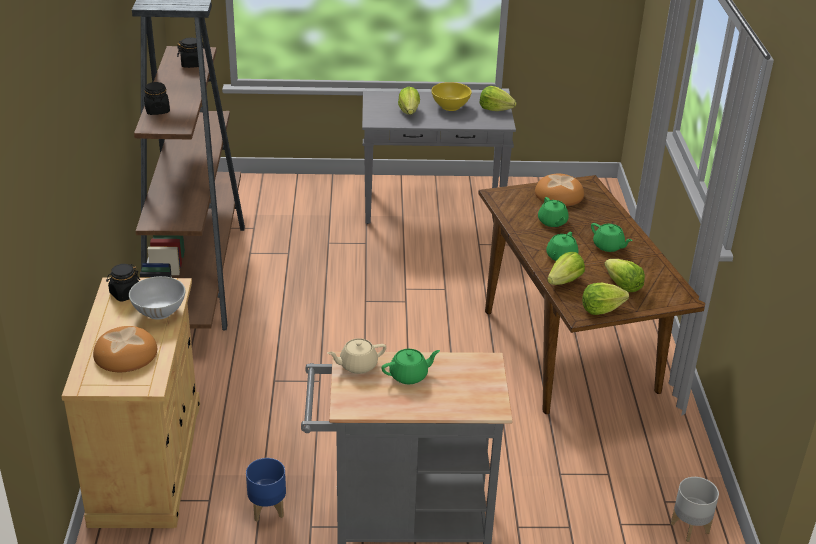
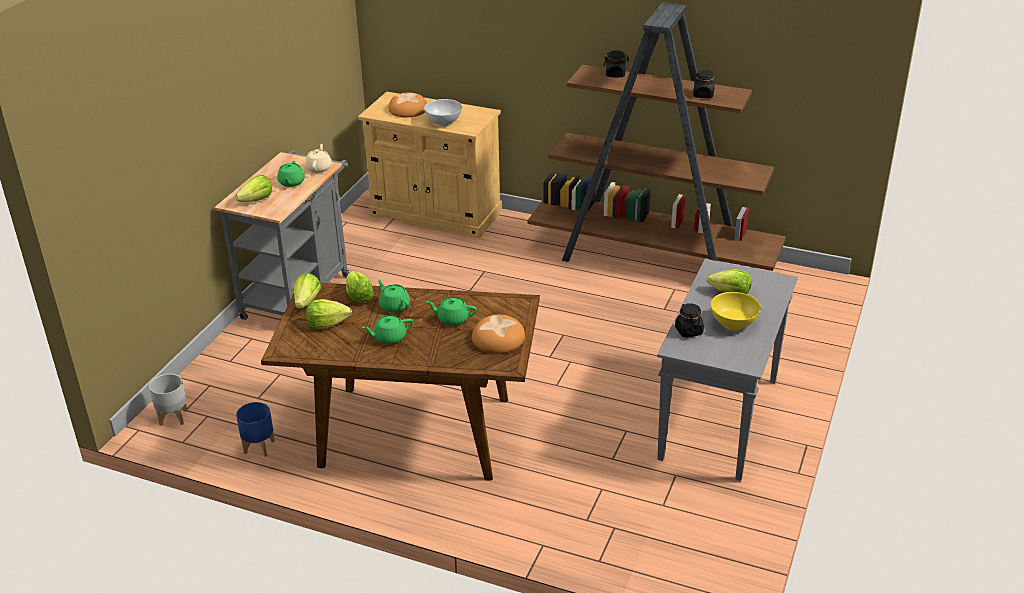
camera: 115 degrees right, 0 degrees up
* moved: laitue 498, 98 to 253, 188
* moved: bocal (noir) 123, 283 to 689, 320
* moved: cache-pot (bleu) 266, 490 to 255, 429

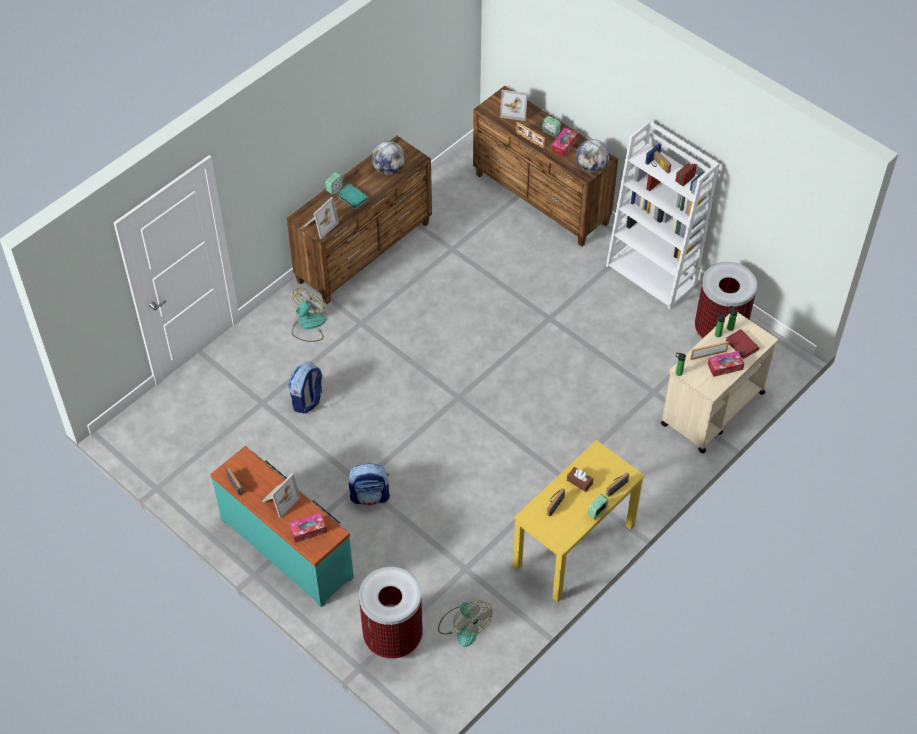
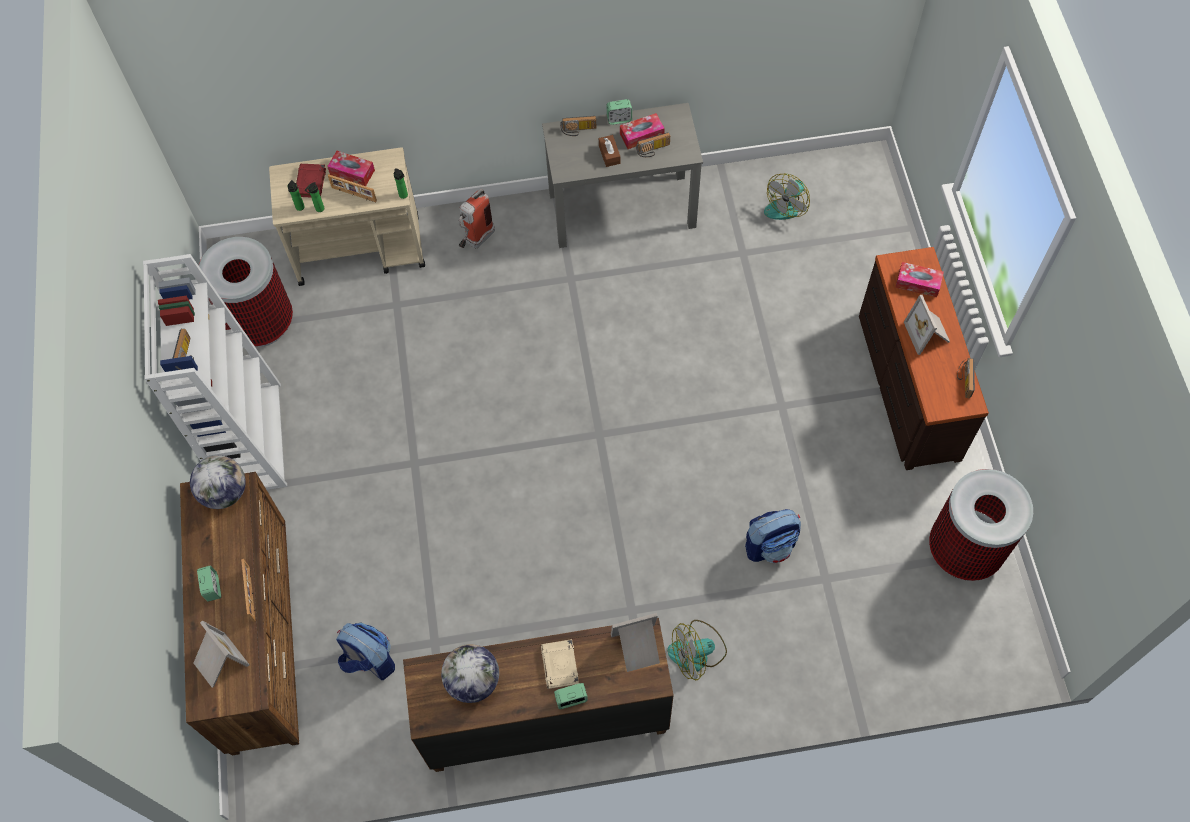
camera: 140 degrees left, 10 degrees up
* moved: boîte à mouchoirs 564, 142 to 642, 131
* recoloured: livre (turquoise) 353, 196 to livre (beige) 560, 664
* recoloured: bureau (jaune) 579, 521 to bureau (gris) 622, 175
* recoloured: commode (turquoise) 282, 526 to commode (marron) 924, 358
* moved: sac à dos 369, 484 to 365, 651
* turned: cadre photo 281, 496 = 927, 325 90 degrees counterclockwise
* moved: poubelle 391, 613 to 981, 525
* turned: ventilateur 465, 624 = 787, 197 150 degrees counterclockwise
* added: extincteur 476, 218

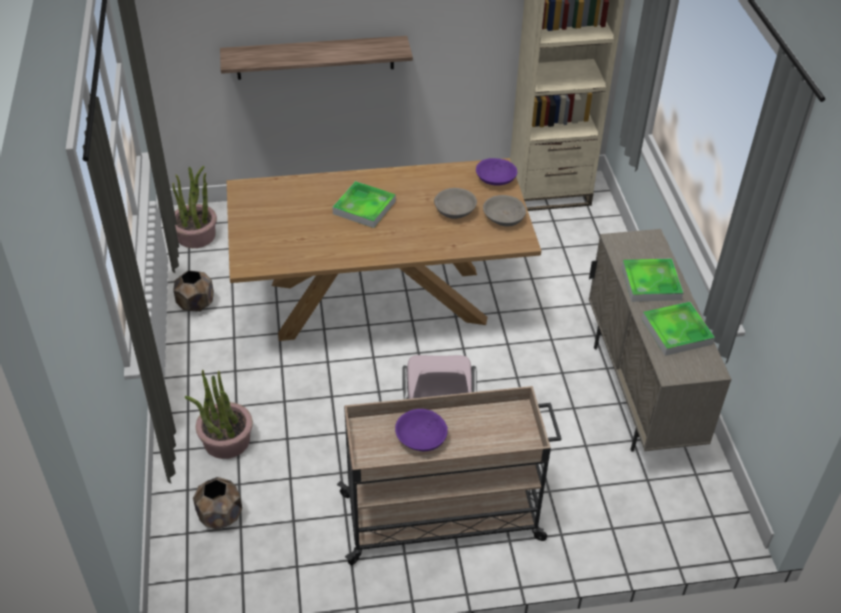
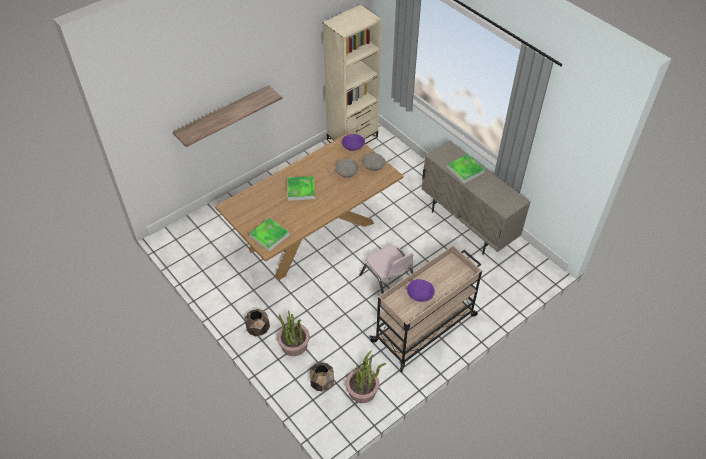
camera: 30 degrees left, 5 degrees up
* moved: plante en pot 194, 207 to 365, 376
* moved: cache-pot (marron) 193, 291 to 257, 322
* moved: plateau 678, 329 to 269, 235

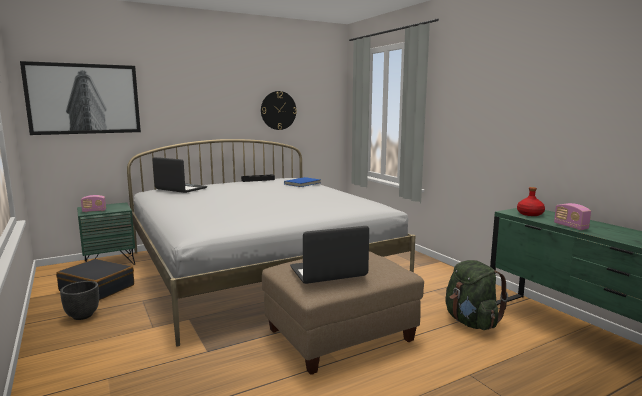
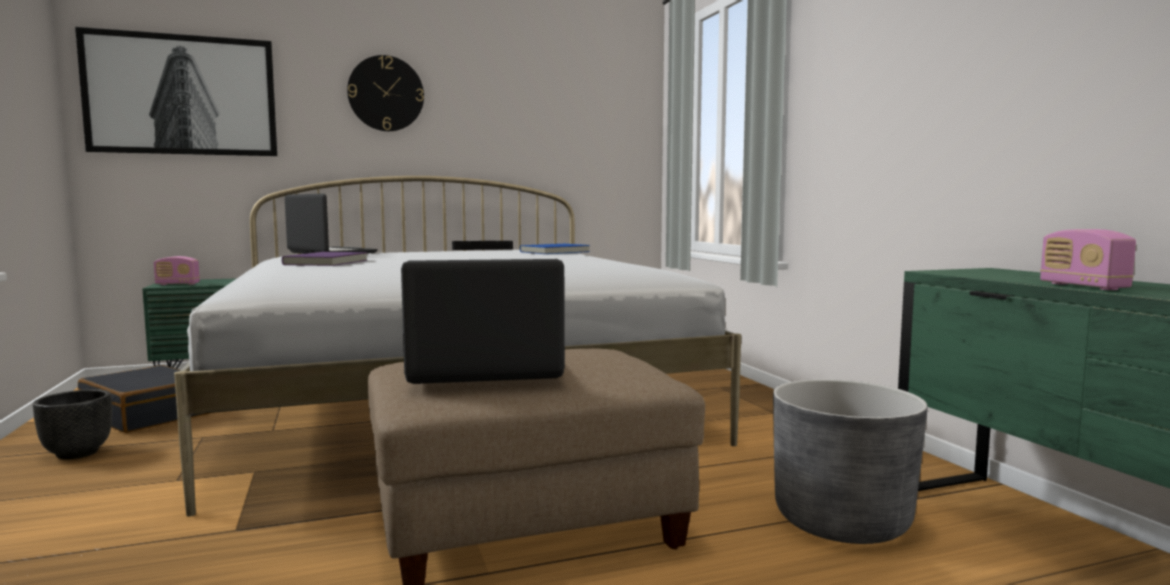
camera: 10 degrees right, 5 degrees down
* moved: horloge murale 279, 110 to 385, 93
* removed: bouteille (rouge) 531, 201
* replaced: sac à dos (vert) 476, 295 to cache-pot (gris) 850, 461
* added: livre (violet) 324, 259

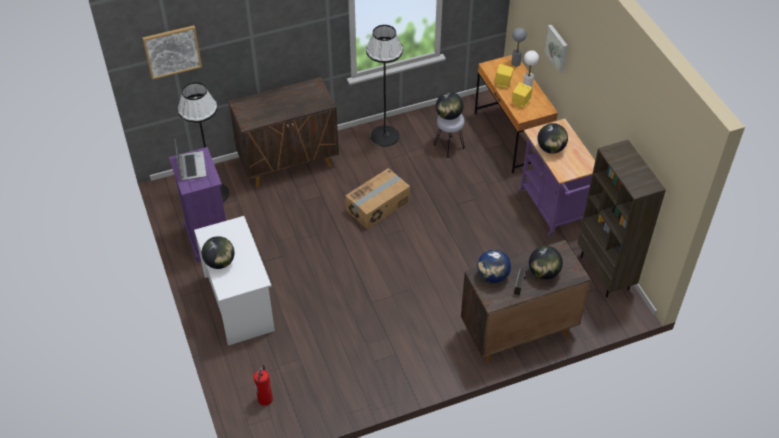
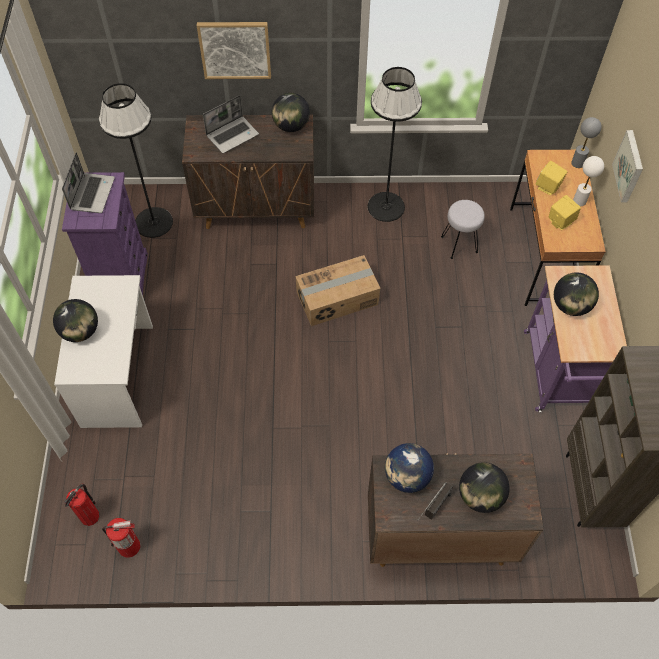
camera: 20 degrees right, 10 degrees up
* moved: tableau 172, 52 to 234, 50
* moved: globe 449, 106 to 291, 112
* added: ordinateur portable 231, 124
* added: extincteur 121, 538

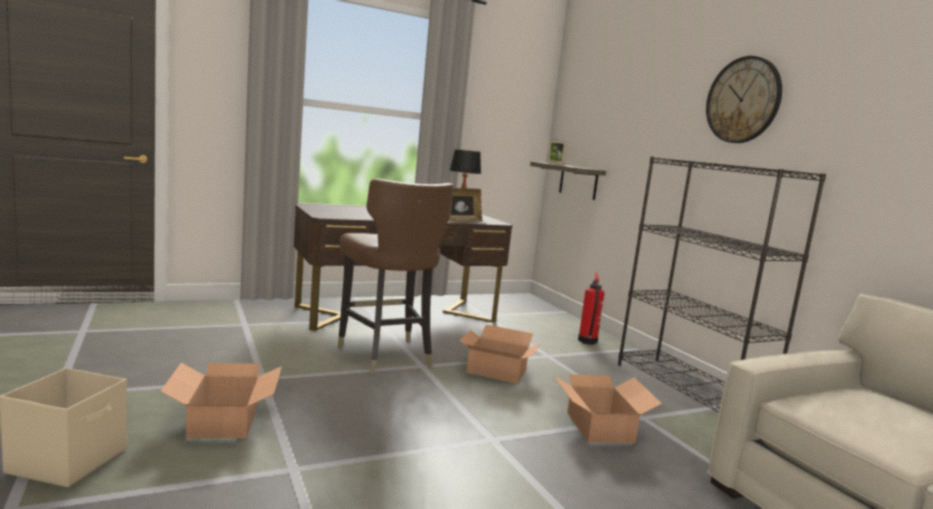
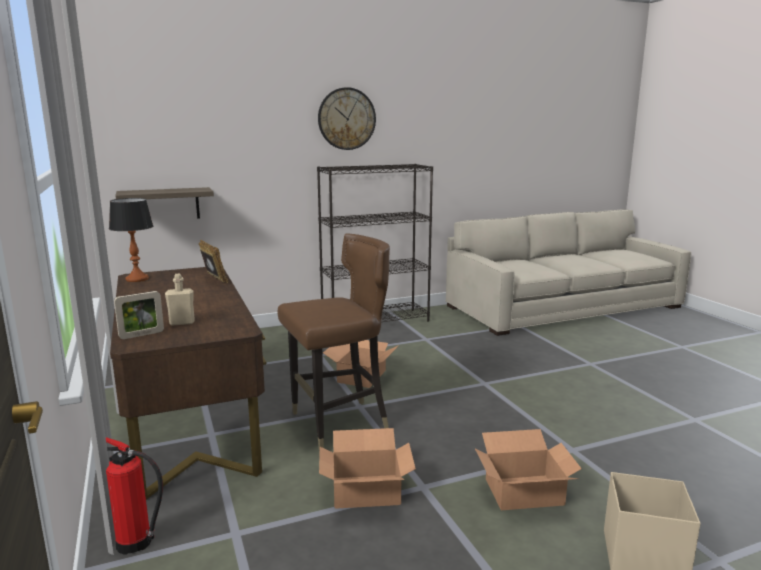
camera: 85 degrees left, 5 degrees up
* moved: cadre photo 557, 152 to 139, 315
* moved: extincteur 591, 308 to 134, 496
* moved: carton 607, 408 to 367, 468
* added: bouteille (beige) 180, 300

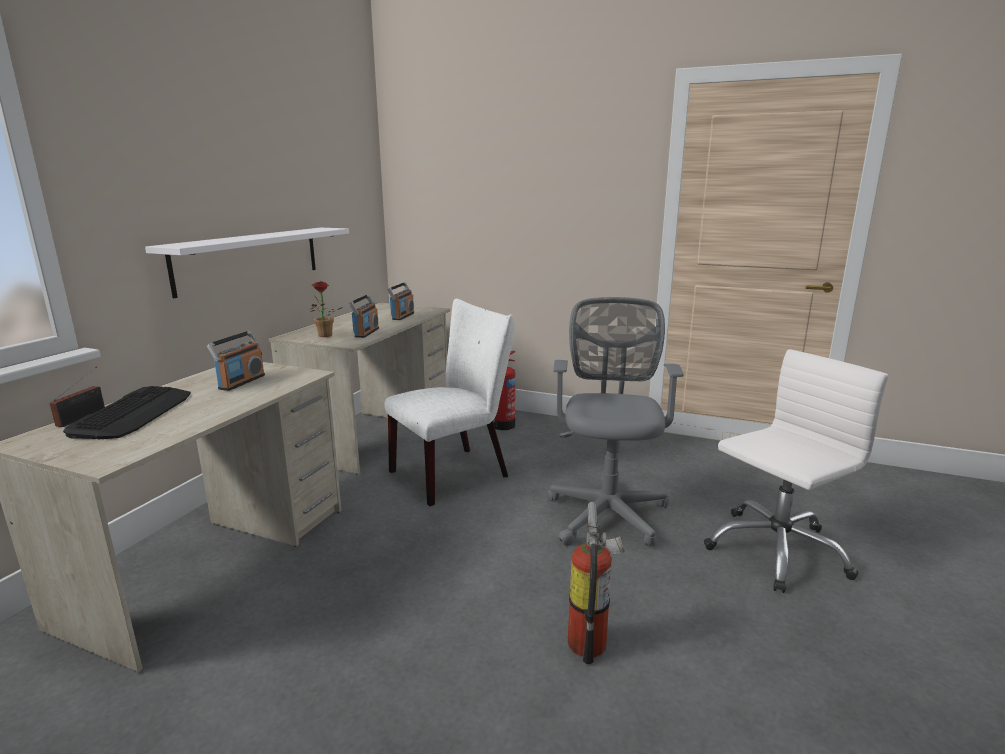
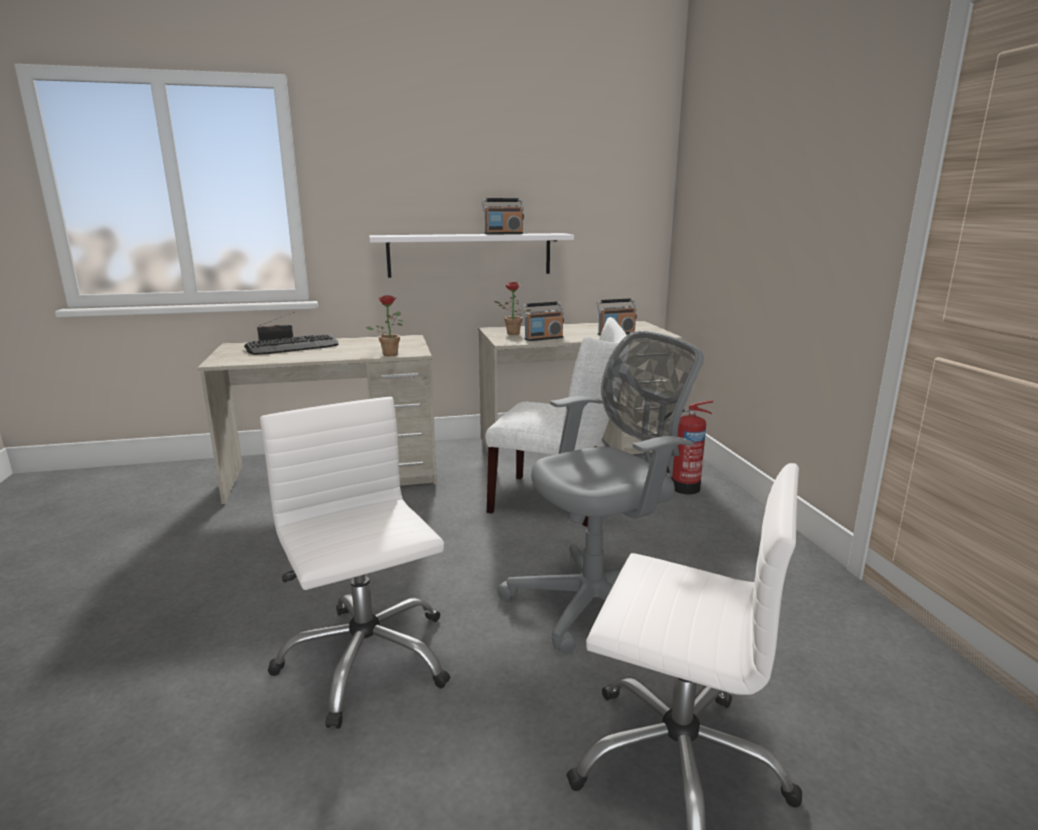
camera: 55 degrees right, 0 degrees up
* moved: radio 236, 361 to 503, 216
* replaced: extincteur 596, 583 to chaise de bureau (blanc) 355, 563
* added: plante en pot 385, 325

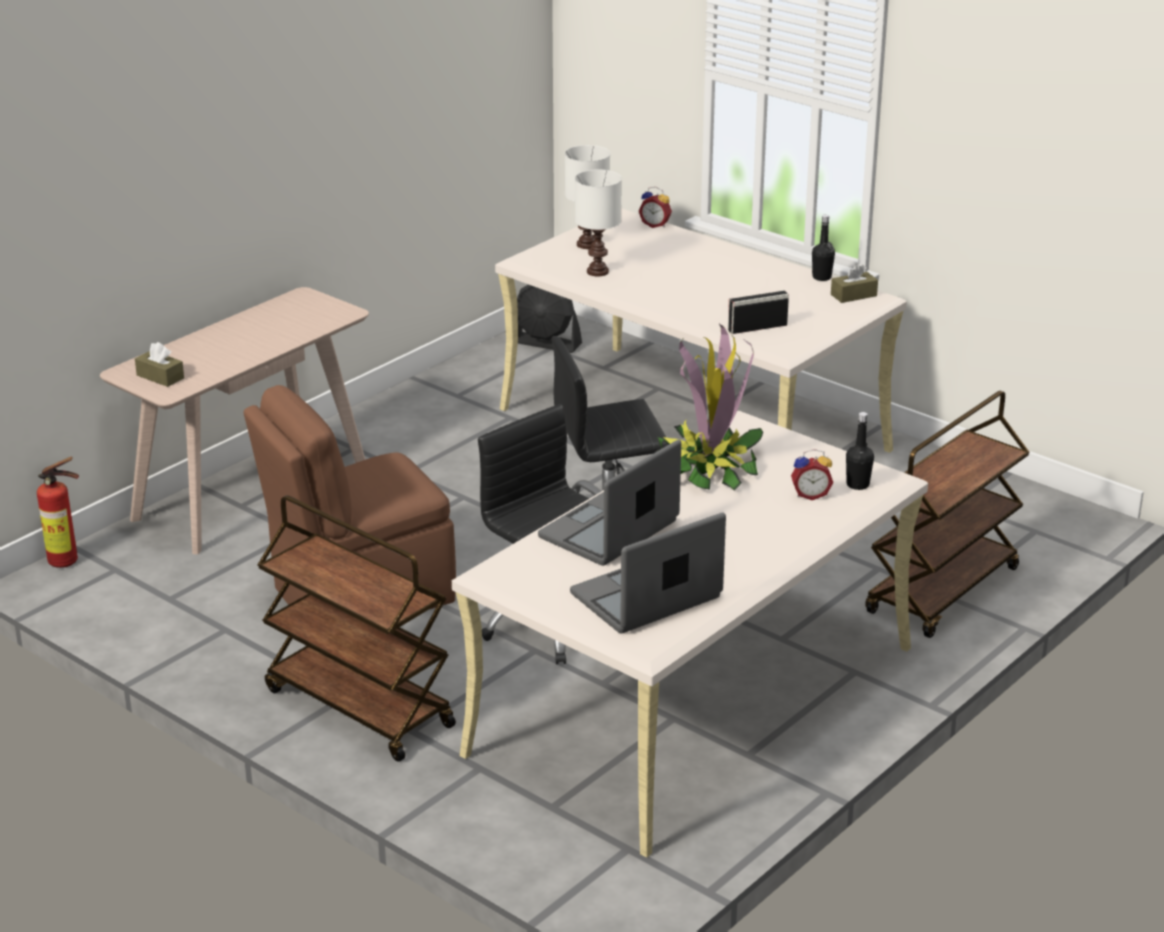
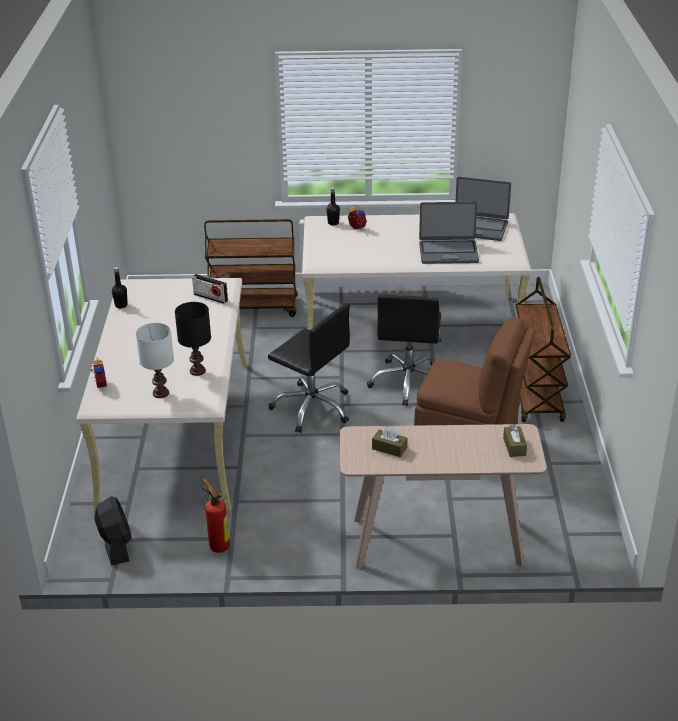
camera: 130 degrees left, 5 degrees up
* recoloured: lampe de table (blanc) 598, 222 to lampe de table (noir) 193, 339
* moved: boîte à mouchoirs (marron) 854, 283 to 389, 441
* removed: plante en pot 708, 407
* moved: extincteur 58, 512 to 216, 515

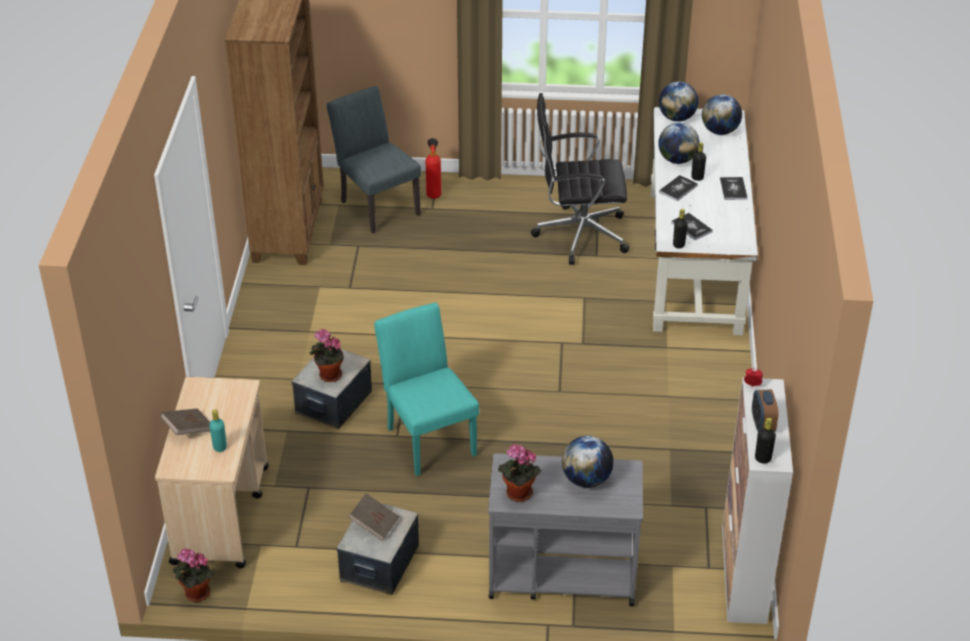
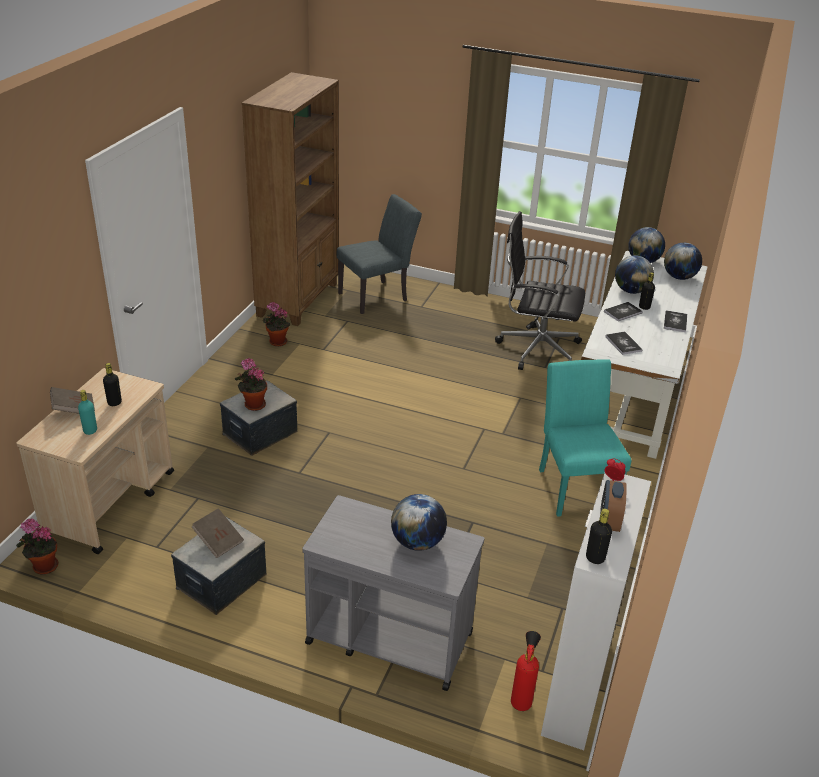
camera: 15 degrees right, 5 degrees down
* turned: chaise (gris) 374, 160 = 379, 254 75 degrees clockwise
* moved: extincteur 433, 168 to 526, 671
* moved: bouteille (noir) 680, 228 to 112, 384
* moved: chaise (turquoise) 426, 389 to 585, 438
* moved: plante en pot 519, 473 to 276, 324

